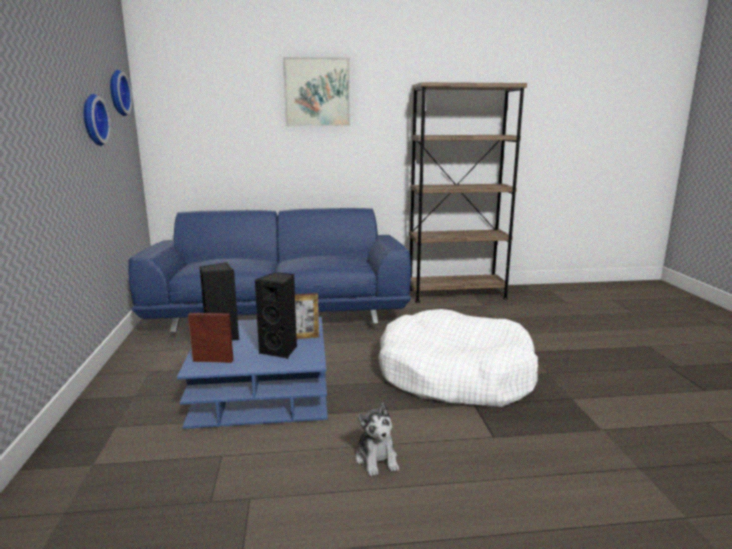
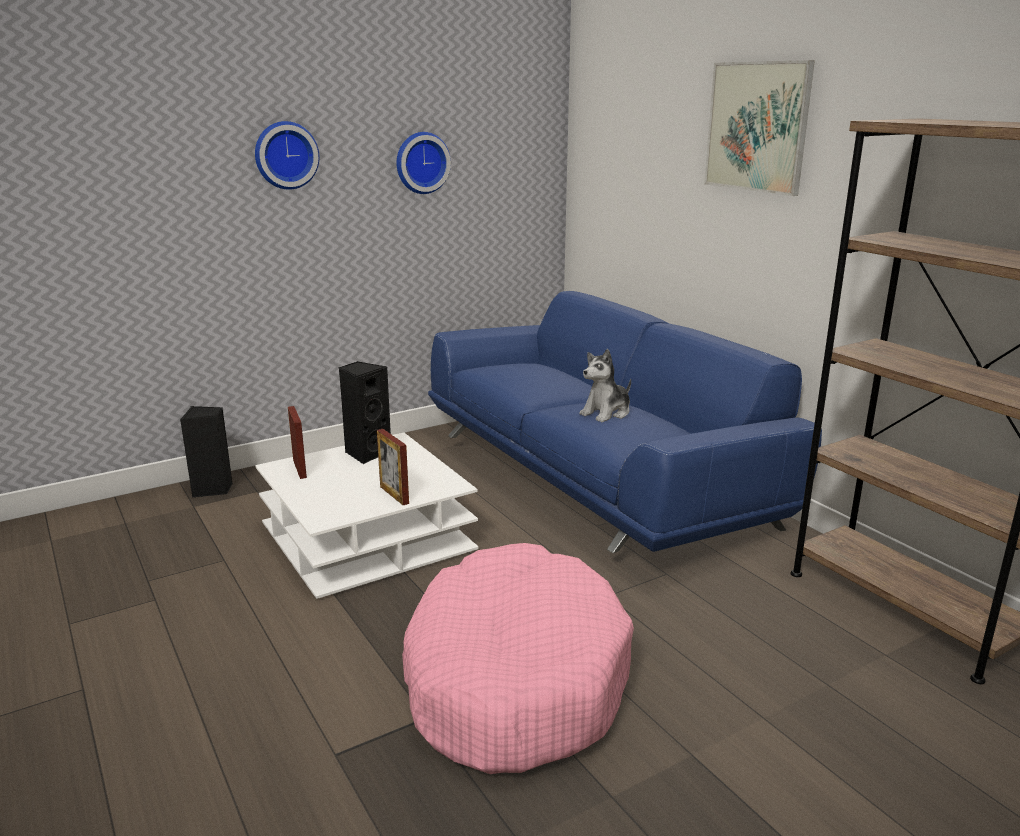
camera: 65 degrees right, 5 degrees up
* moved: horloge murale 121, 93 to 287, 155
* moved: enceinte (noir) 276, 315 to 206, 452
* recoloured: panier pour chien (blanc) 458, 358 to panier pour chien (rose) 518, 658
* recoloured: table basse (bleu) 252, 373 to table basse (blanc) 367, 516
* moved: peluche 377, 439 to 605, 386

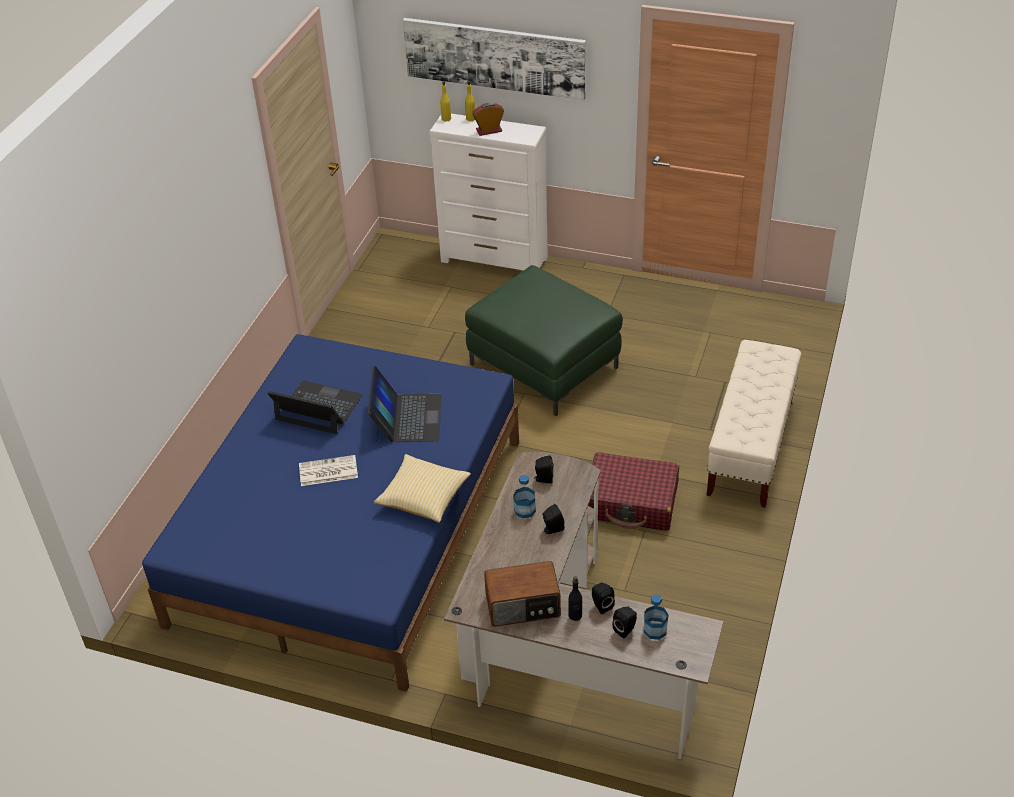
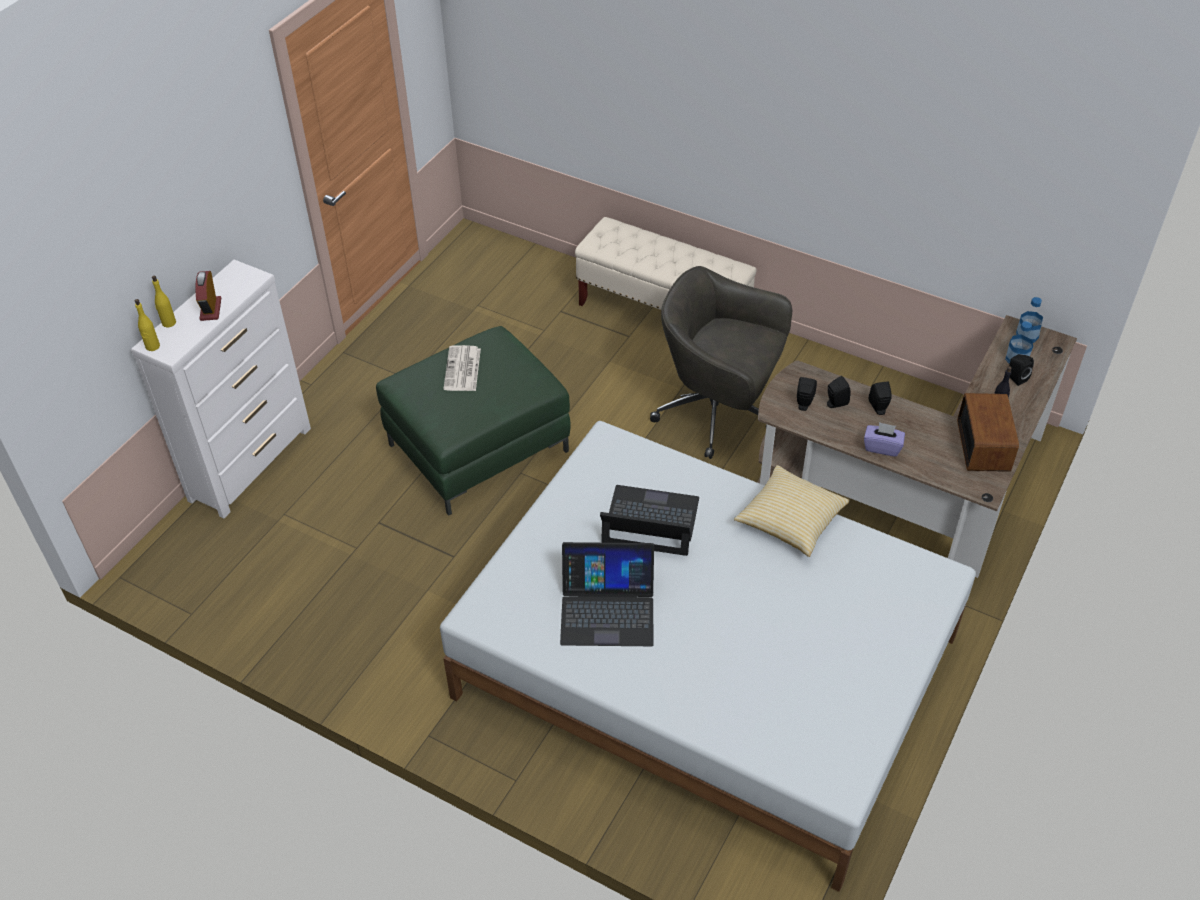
camera: 80 degrees left, 5 degrees up
* removed: tableau 494, 59
* recoloured: lit (bleu) 330, 513 to lit (blanc) 708, 656
* turned: ordinateur portable 315, 407 = 607, 594 120 degrees counterclockwise
* replaced: valise (rouge) 633, 491 to chaise de bureau (gris) 721, 362
* moved: journal 328, 470 to 462, 368
* moved: bouteille 524, 497 to 1029, 320
* moved: enceinte (noir) 603, 598 to 839, 392
* added: boîte à mouchoirs (violet) 884, 439

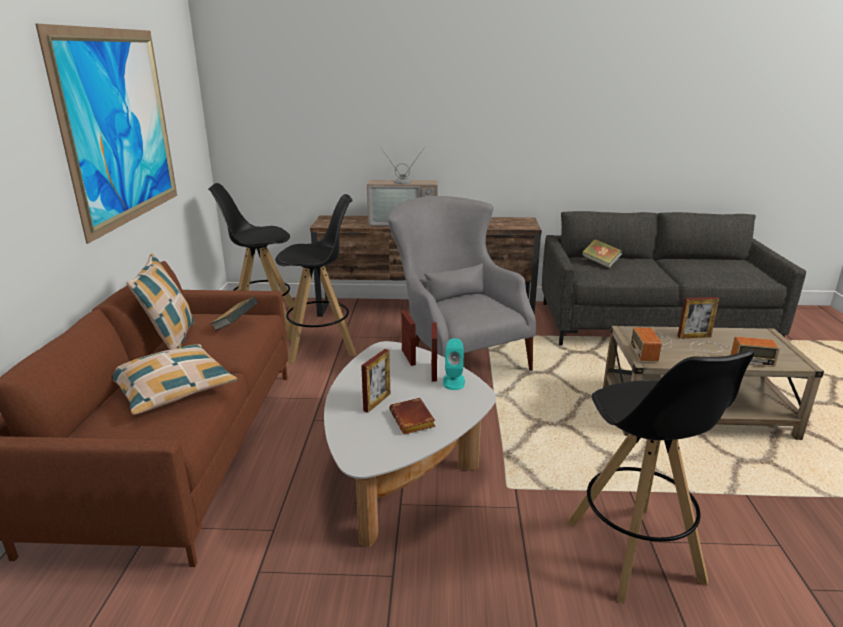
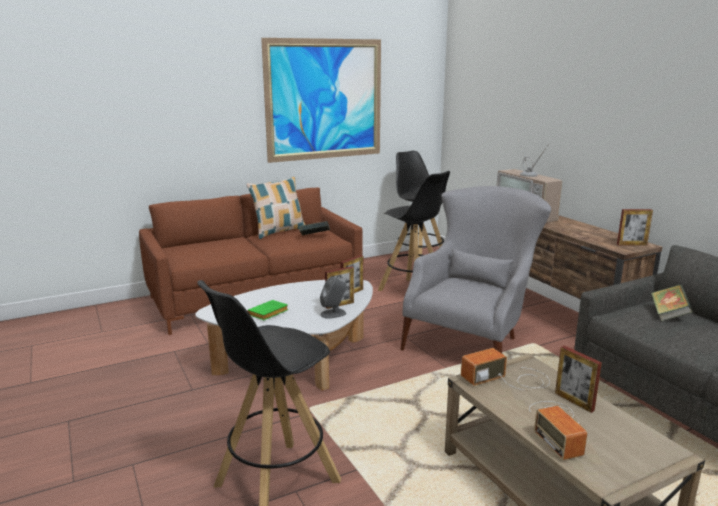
camera: 60 degrees right, 5 degrees down
* recoloured: enceinte (turquoise) 454, 364 to enceinte (gris) 333, 298
* removed: coussin 175, 379
* moved: cadre photo 375, 381 to 635, 227
* recoloured: livre (marron) 412, 416 to livre (vert) 268, 310

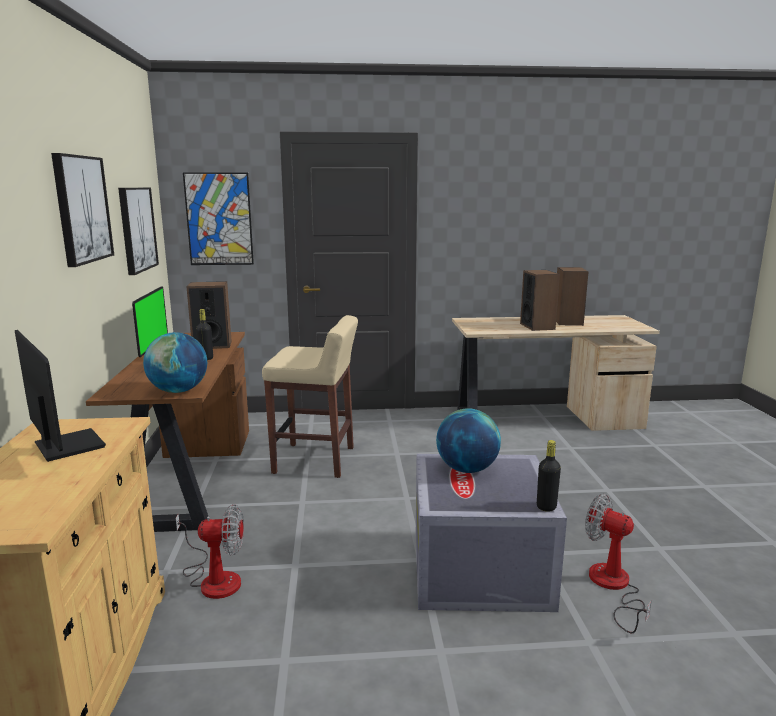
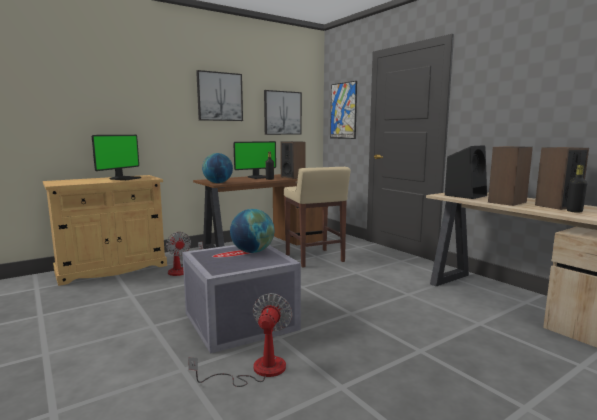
camera: 60 degrees right, 5 degrees down
* moved: bouteille (noir) 549, 476 to 577, 188
* added: enceinte (noir) 466, 172

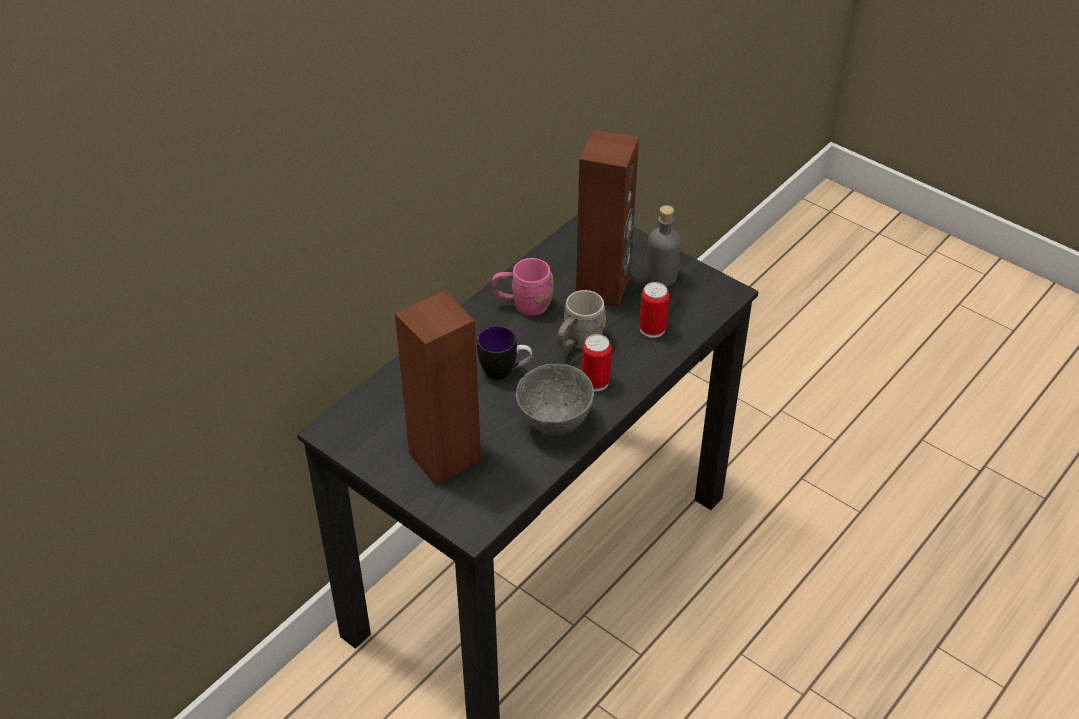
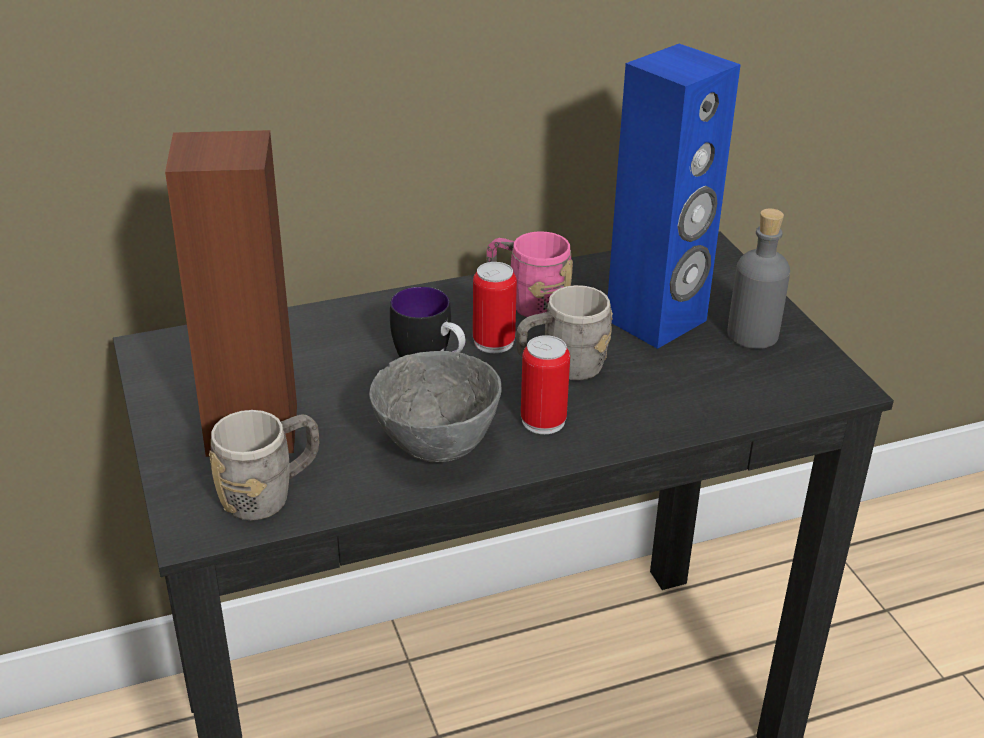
camera: 30 degrees right, 10 degrees down
* recoloured: enceinte (marron) 607, 219 to enceinte (bleu) 674, 196
* moved: boîte métallique 654, 310 to 495, 307
* added: mug (gris) 264, 465

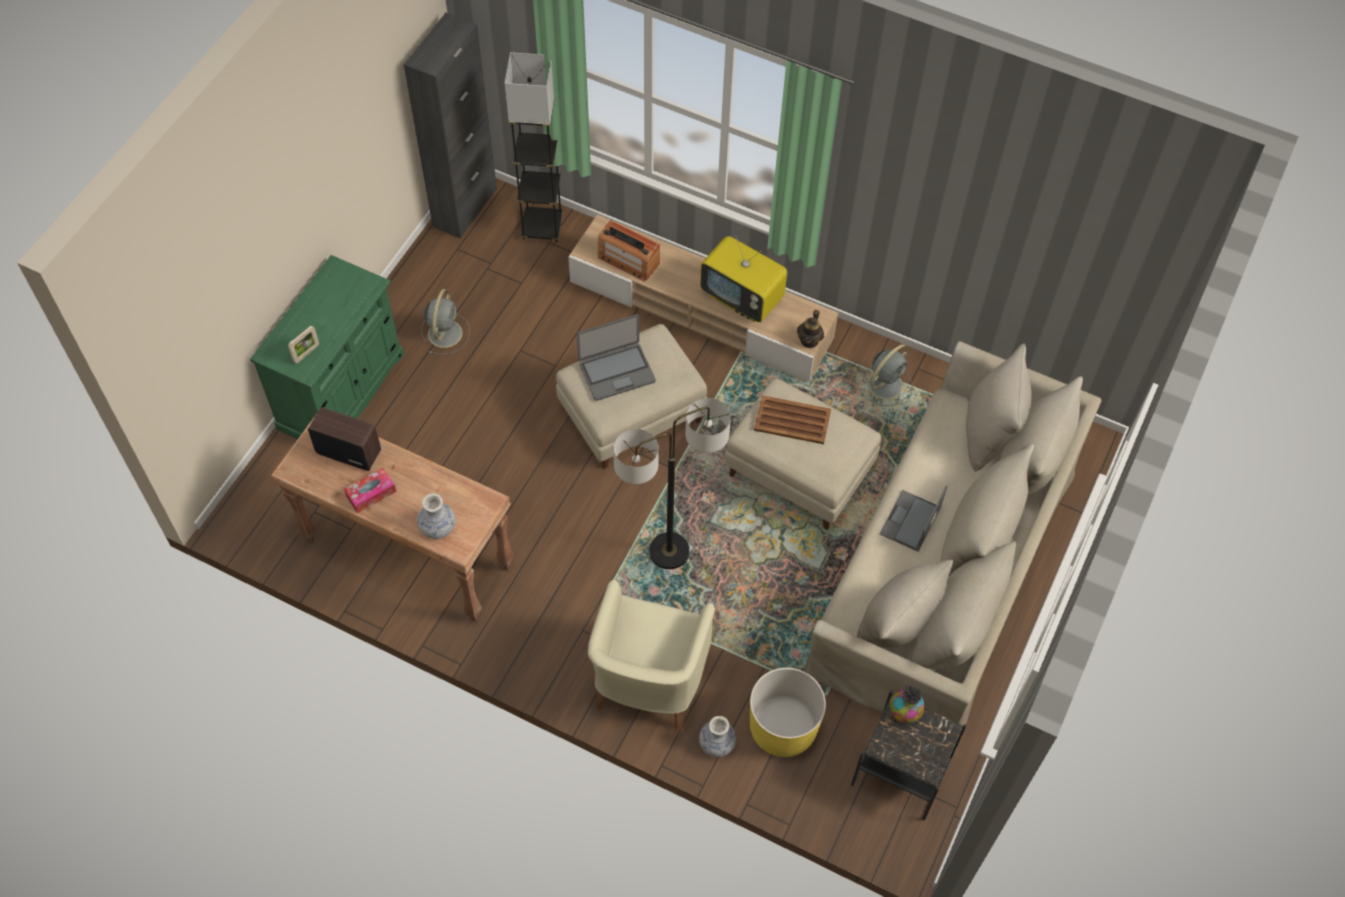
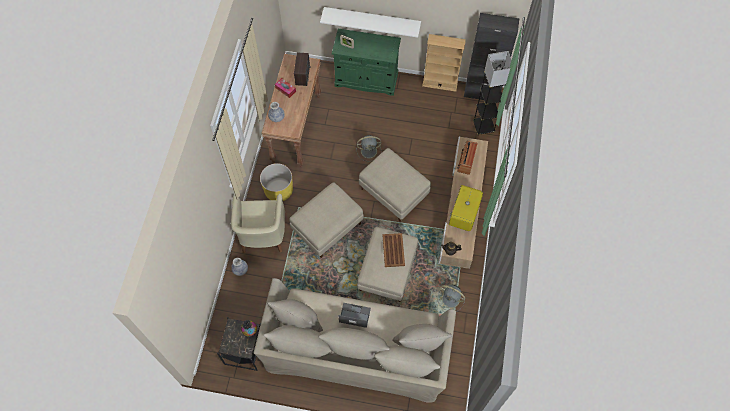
camera: 75 degrees right, 5 degrees up
* moved: ventilateur (gris) 445, 321 to 368, 148
* removed: ordinateur portable 616, 357
* replaced: lampadaire 672, 483 to pouf (beige) 326, 220
* turned: fauteuil (beige) 651, 655 = 258, 223 90 degrees counterclockwise
* moved: cache-pot (jaune) 788, 712 to 276, 182
* added: étagère (blanc) 370, 22
* added: bibliothèque (beige) 444, 63

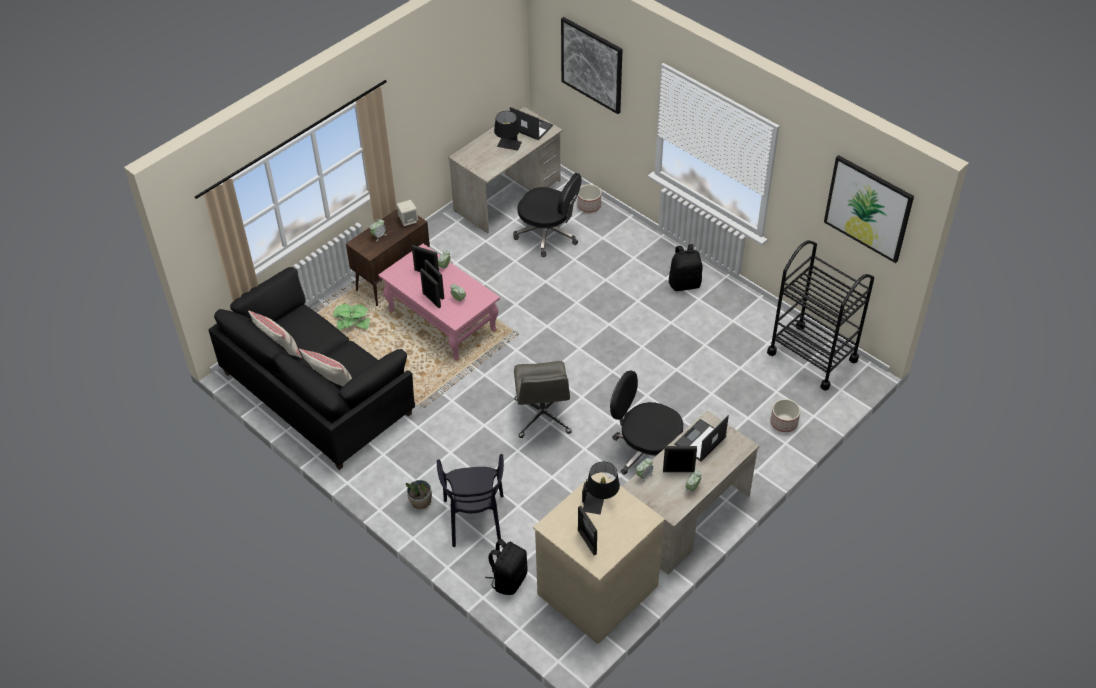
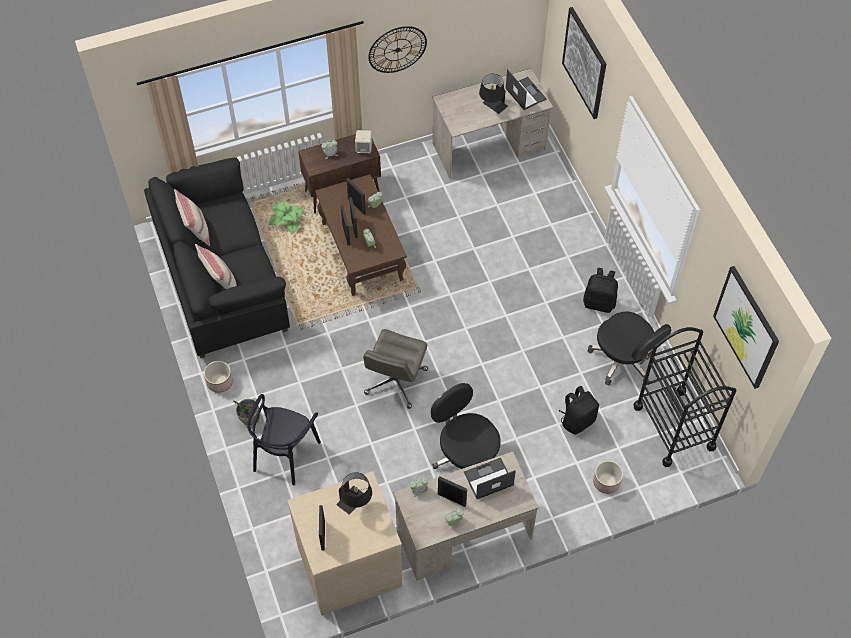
camera: 25 degrees right, 10 degrees up
* moved: chaise de bureau (noir) 547, 215 to 629, 348
* moved: cache-pot 589, 198 to 218, 377
* recoloured: table basse (rose) 439, 302 to table basse (marron) 361, 235
* moved: sac à dos (noir) 506, 567 to 579, 410
* added: horloge murale 397, 49

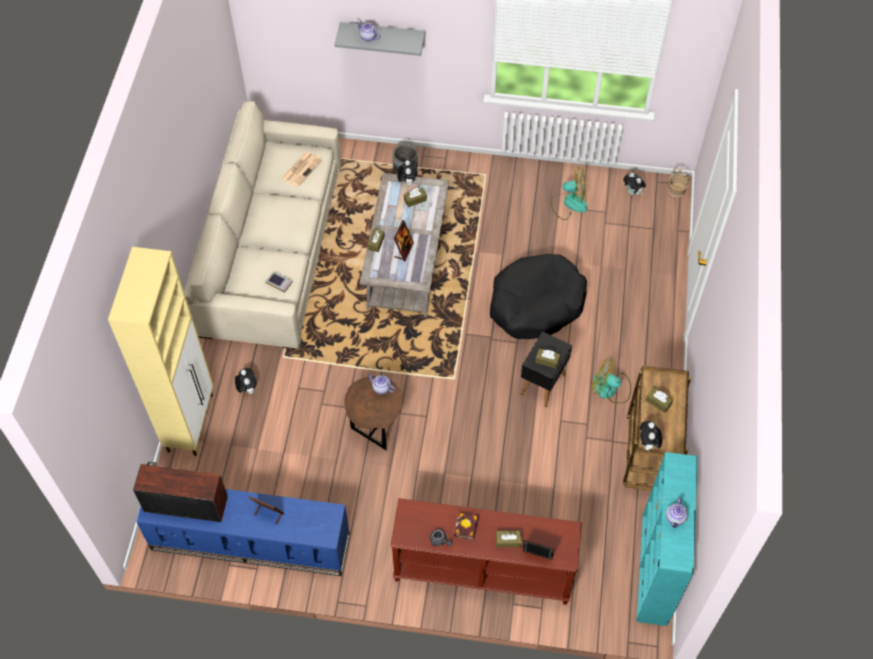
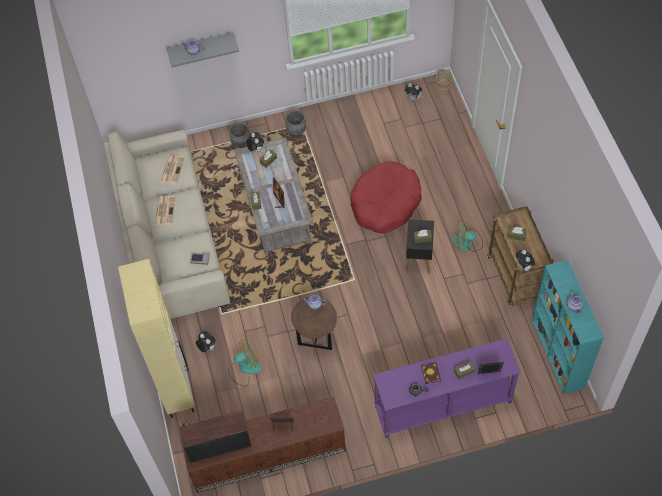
camera: 20 degrees left, 0 degrees up
* moved: ventilateur 569, 193 to 245, 363
* recoloured: panier pour chien (noir) 538, 296 to panier pour chien (rouge) 386, 197
* recoloured: meuble télé (bleu) 243, 532 to meuble télé (marron) 263, 445
* recoloured: table console (marron) 486, 551 to table console (violet) 447, 388
* added: cache-pot (gris) 295, 123
* added: journal 165, 210

